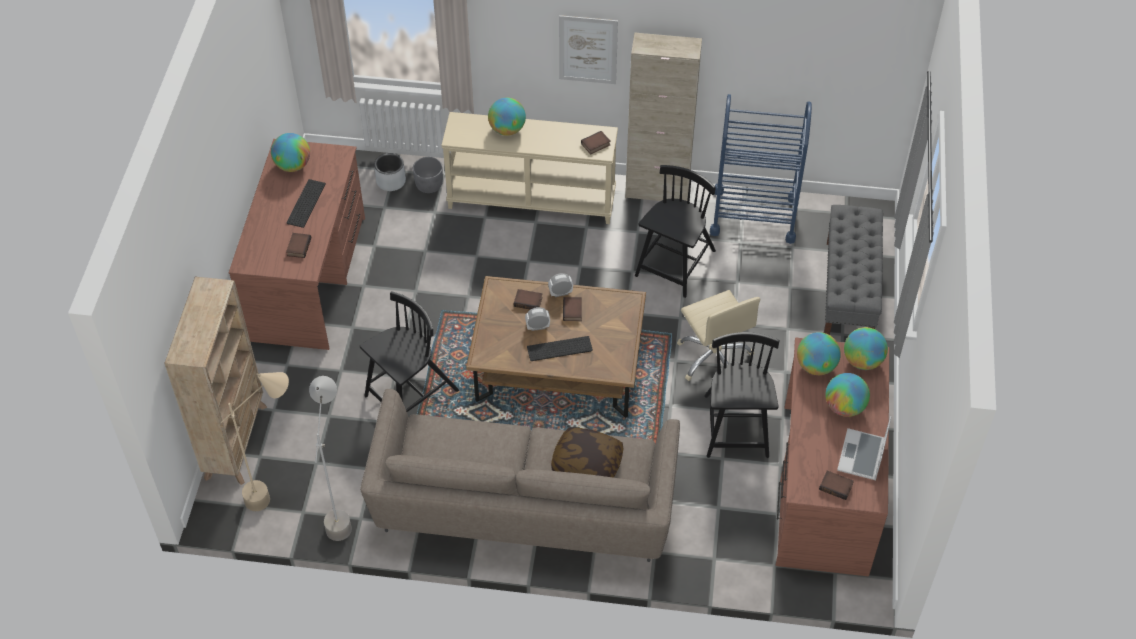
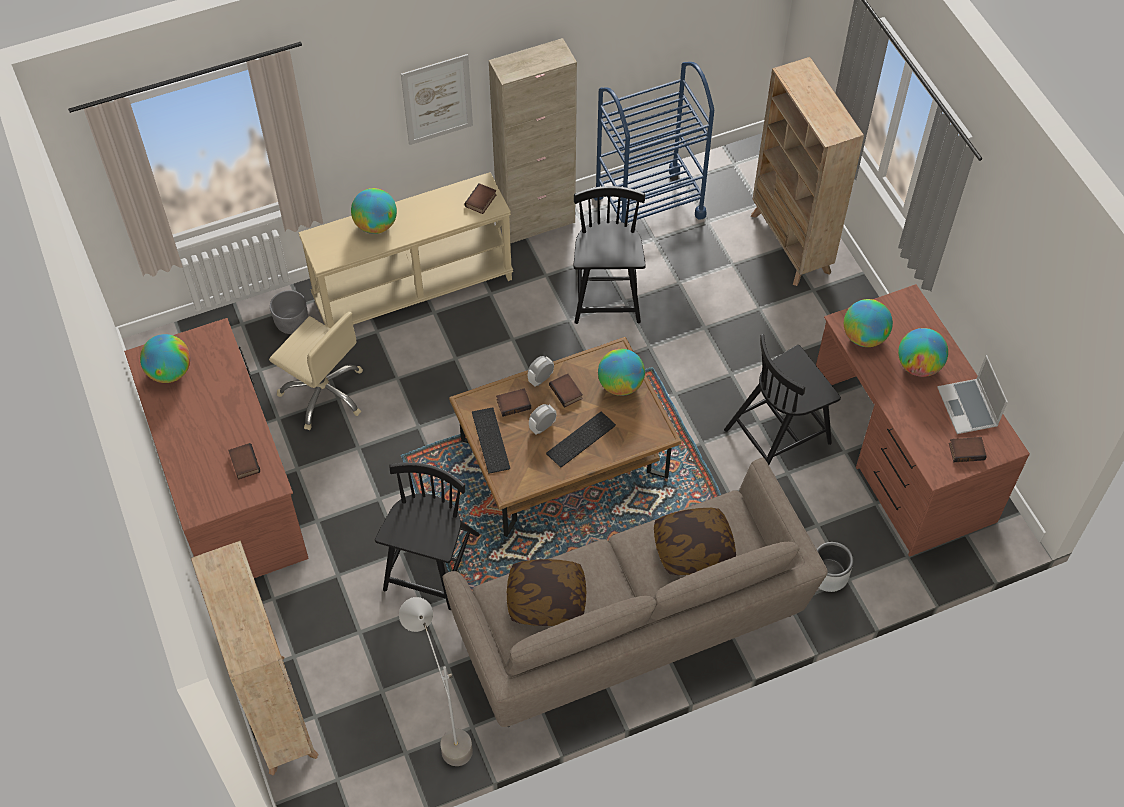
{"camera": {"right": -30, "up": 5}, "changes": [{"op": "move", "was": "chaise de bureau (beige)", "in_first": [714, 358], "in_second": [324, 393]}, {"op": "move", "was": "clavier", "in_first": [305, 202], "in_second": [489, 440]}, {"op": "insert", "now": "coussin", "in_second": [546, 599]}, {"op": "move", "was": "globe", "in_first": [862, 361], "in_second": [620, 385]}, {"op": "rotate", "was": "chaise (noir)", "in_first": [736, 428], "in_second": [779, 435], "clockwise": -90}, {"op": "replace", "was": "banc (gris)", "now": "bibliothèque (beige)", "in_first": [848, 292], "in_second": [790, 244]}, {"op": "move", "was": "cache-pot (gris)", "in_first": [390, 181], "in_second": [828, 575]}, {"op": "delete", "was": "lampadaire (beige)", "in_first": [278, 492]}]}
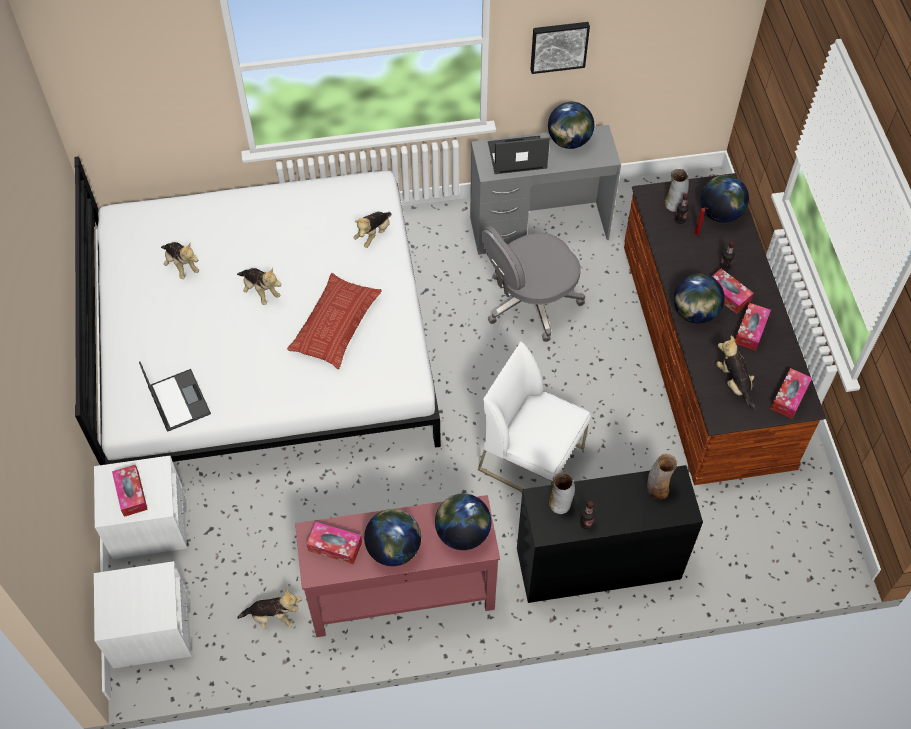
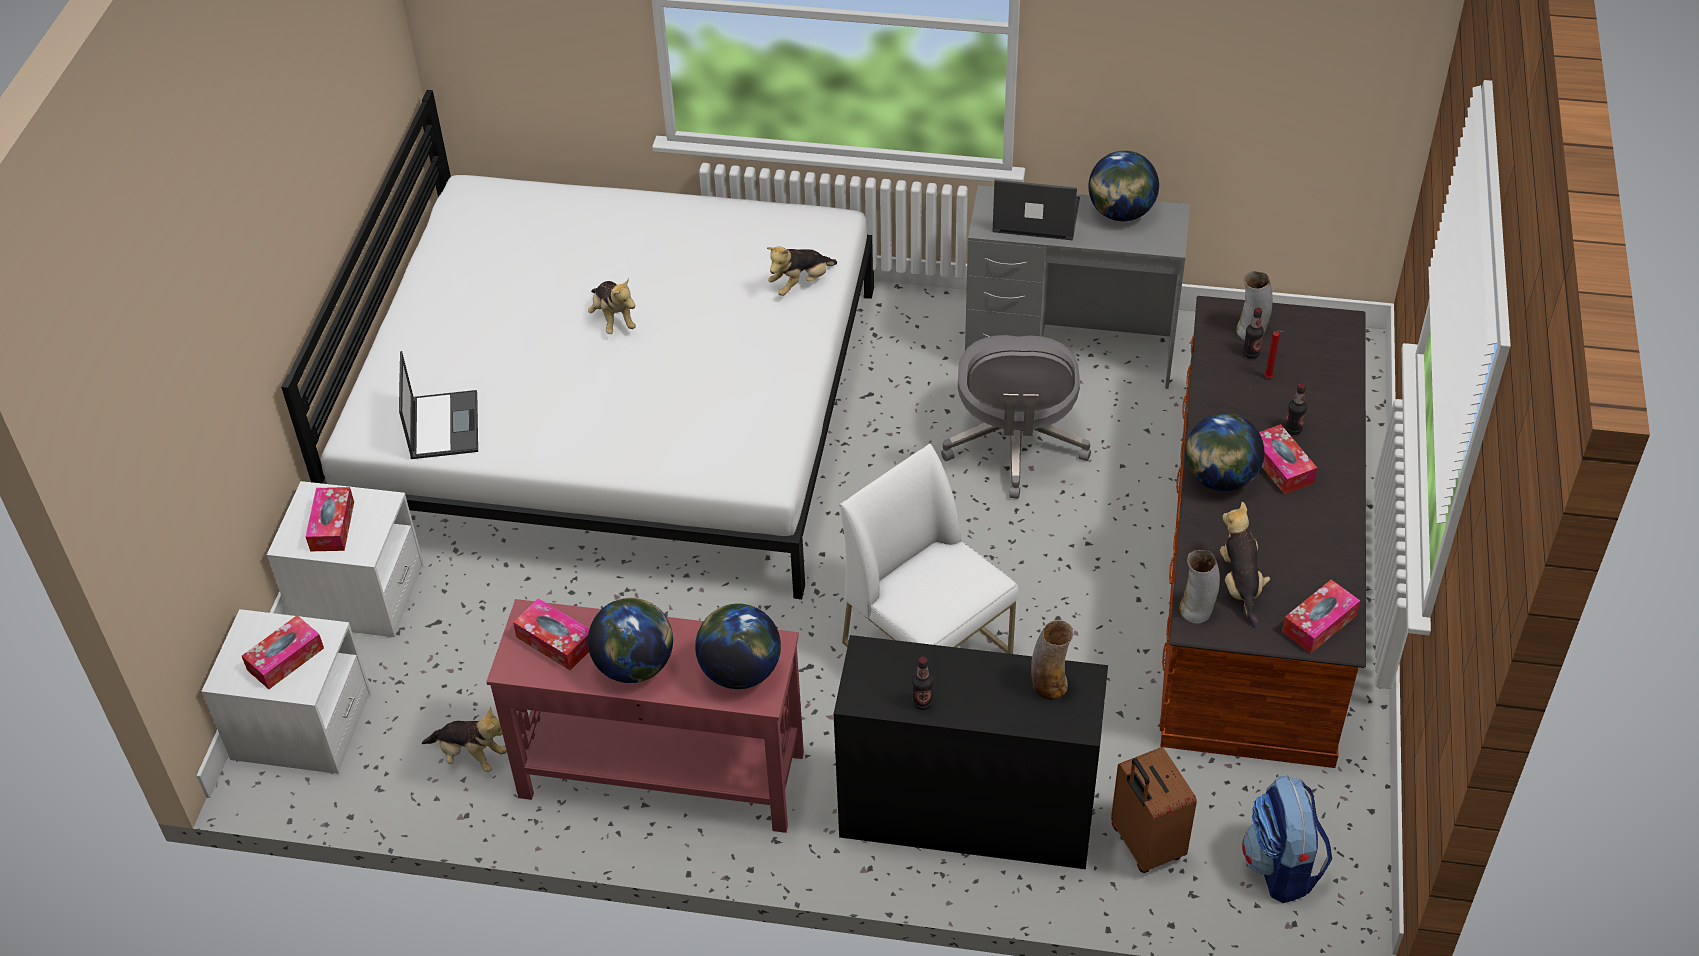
{"camera": {"right": 20, "up": -10}, "changes": [{"op": "move", "was": "boîte à mouchoirs", "in_first": [751, 330], "in_second": [285, 659]}, {"op": "rotate", "was": "chaise de bureau (gris)", "in_first": [530, 302], "in_second": [1015, 444], "clockwise": -75}, {"op": "insert", "now": "valise (marron)", "in_second": [1144, 844]}, {"op": "move", "was": "vase", "in_first": [560, 503], "in_second": [1196, 610]}, {"op": "insert", "now": "sac à dos", "in_second": [1281, 866]}, {"op": "delete", "was": "peluche", "in_first": [181, 265]}, {"op": "delete", "was": "coussin", "in_first": [335, 324]}, {"op": "delete", "was": "tableau", "in_first": [558, 45]}, {"op": "delete", "was": "globe", "in_first": [720, 213]}]}
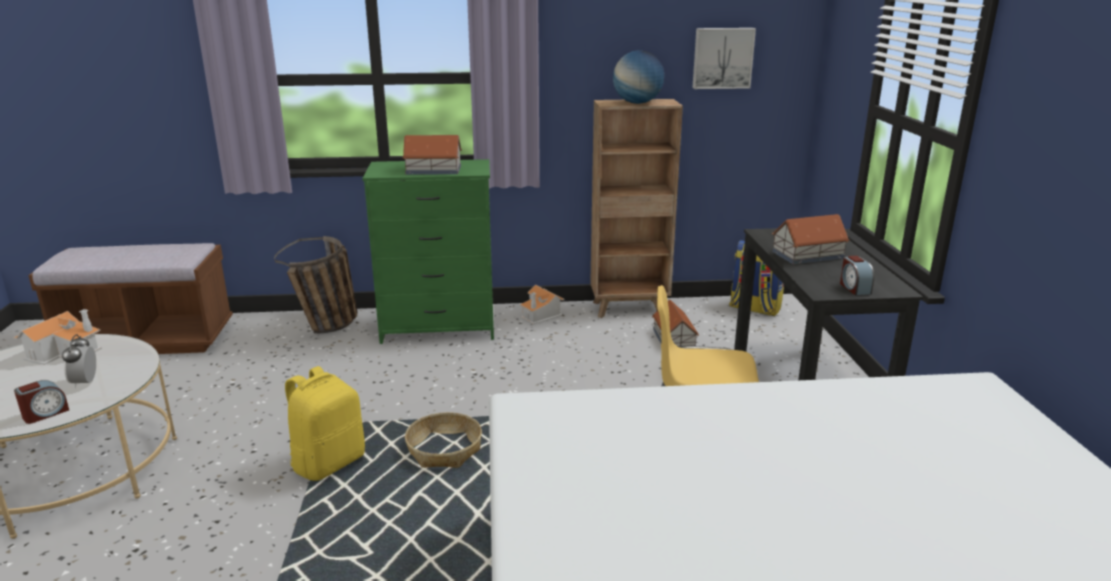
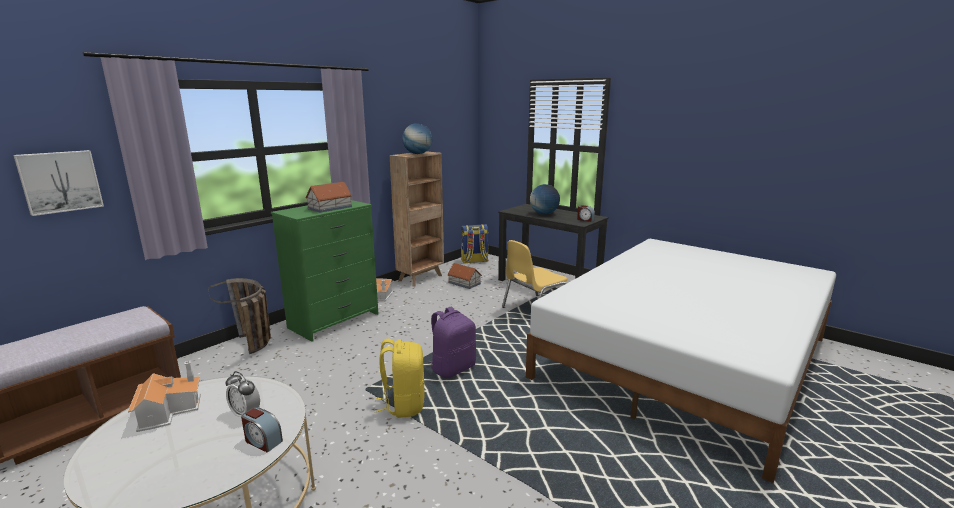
{"camera": {"right": -45, "up": -5}, "changes": [{"op": "move", "was": "tableau", "in_first": [722, 58], "in_second": [60, 181]}, {"op": "rotate", "was": "réveil", "in_first": [45, 414], "in_second": [263, 441], "clockwise": 120}, {"op": "replace", "was": "panier", "now": "sac à dos (violet)", "in_first": [444, 450], "in_second": [453, 368]}, {"op": "replace", "was": "maison miniature", "now": "globe", "in_first": [808, 254], "in_second": [544, 214]}]}
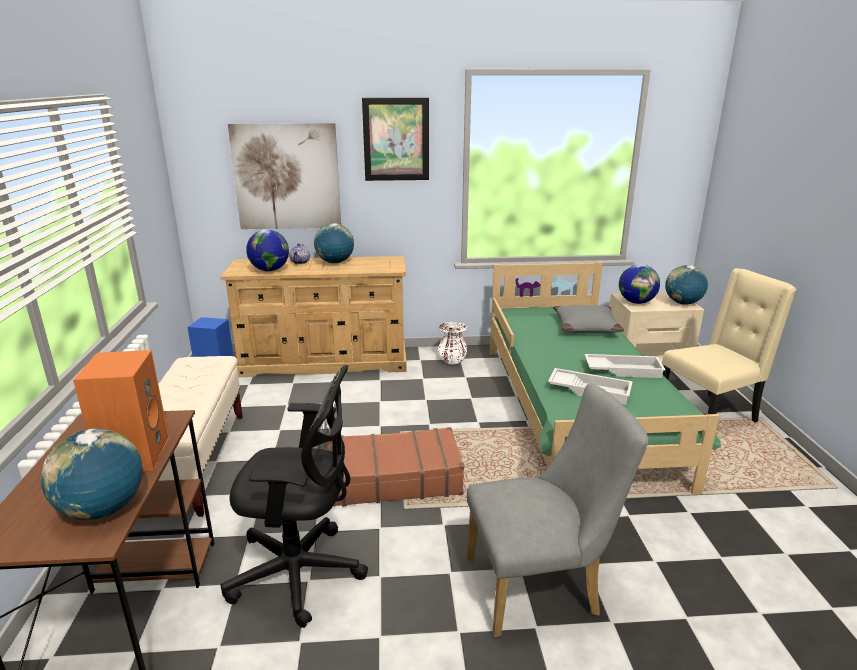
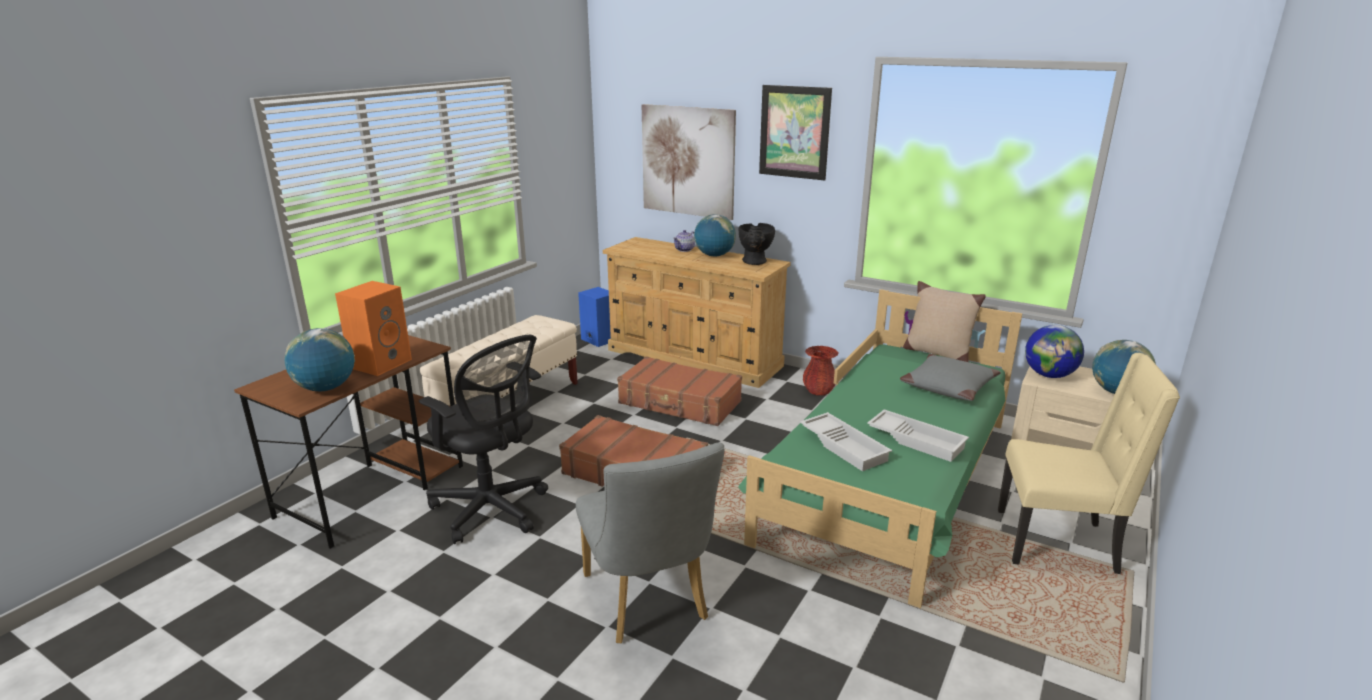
{"camera": {"right": 35, "up": 0}, "changes": [{"op": "rotate", "was": "chaise (gris)", "in_first": [541, 587], "in_second": [648, 603], "clockwise": 45}, {"op": "insert", "now": "valise (marron)", "in_second": [679, 403]}, {"op": "insert", "now": "vase (noir)", "in_second": [755, 262]}, {"op": "recolor", "was": "vase (blanc)", "now": "vase (rouge)", "in_first": [452, 361], "in_second": [818, 391]}, {"op": "insert", "now": "coussin (beige)", "in_second": [937, 353]}, {"op": "delete", "was": "globe", "in_first": [269, 270]}]}
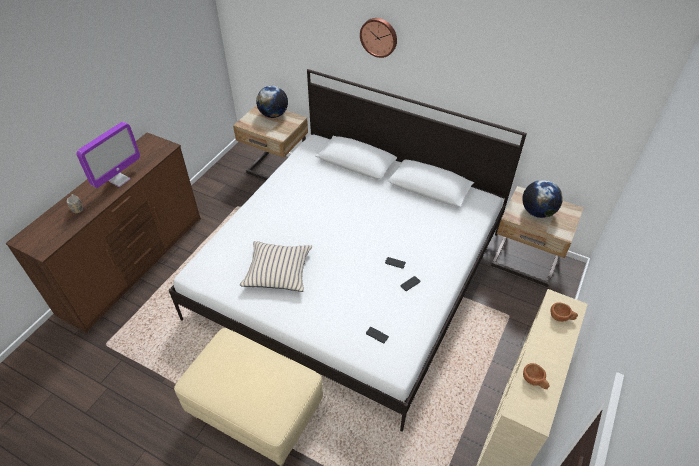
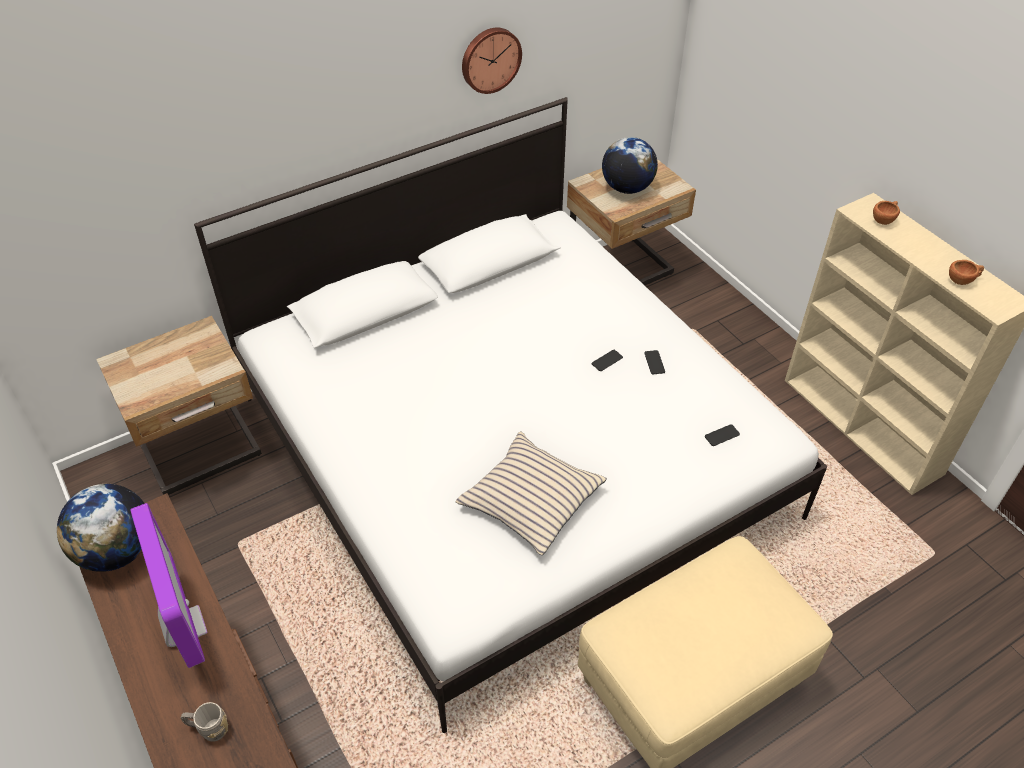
{"camera": {"right": -60, "up": 0}, "changes": [{"op": "move", "was": "globe", "in_first": [273, 115], "in_second": [117, 551]}, {"op": "move", "was": "horloge murale", "in_first": [379, 37], "in_second": [490, 59]}]}
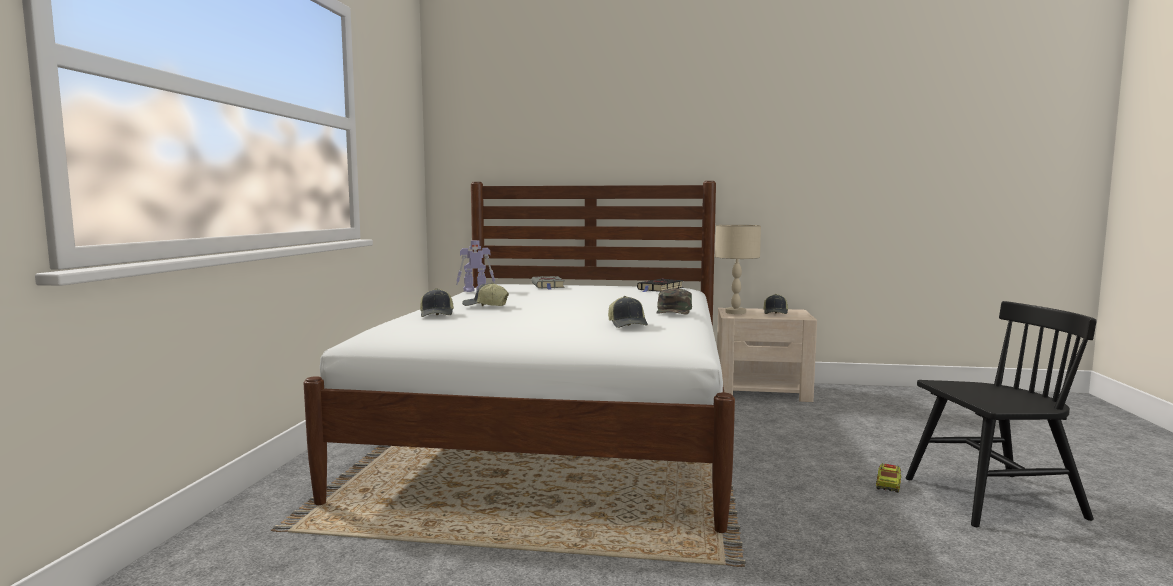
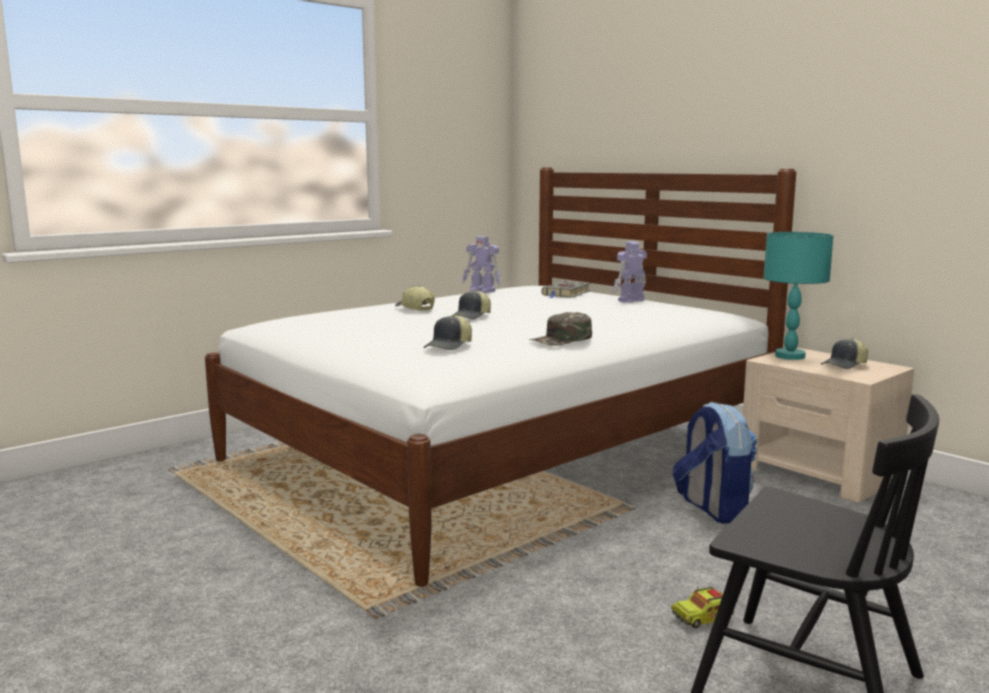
{"camera": {"right": 40, "up": 5}, "changes": [{"op": "move", "was": "casquette", "in_first": [437, 314], "in_second": [471, 317]}, {"op": "insert", "now": "robot jouet", "in_second": [630, 300]}, {"op": "insert", "now": "sac à dos", "in_second": [712, 509]}, {"op": "recolor", "was": "lampe de table (beige)", "now": "lampe de table (turquoise)", "in_first": [735, 312], "in_second": [789, 356]}, {"op": "delete", "was": "livre (noir)", "in_first": [660, 289]}]}
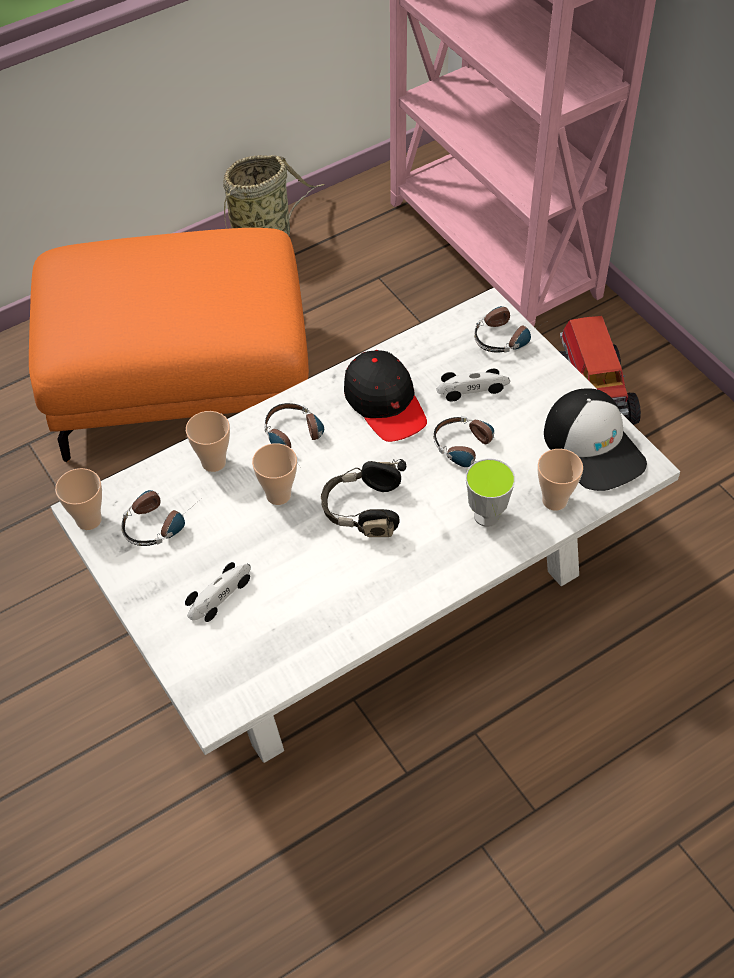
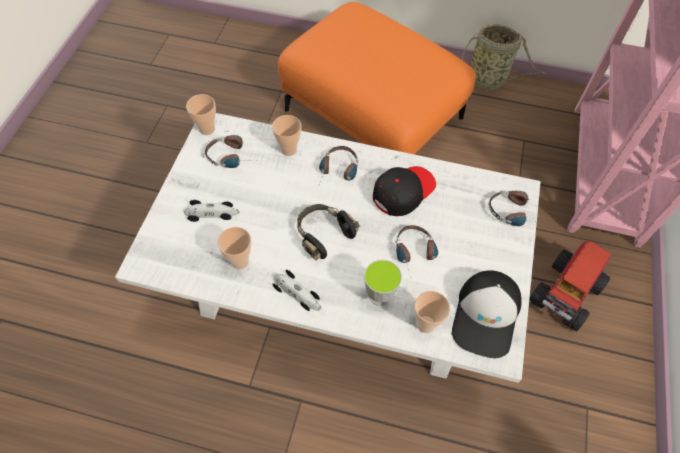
{"camera": {"right": 45, "up": 5}, "changes": [{"op": "move", "was": "tasse", "in_first": [278, 495], "in_second": [239, 261]}, {"op": "move", "was": "petite voiture", "in_first": [473, 388], "in_second": [297, 293]}, {"op": "rotate", "was": "casquette (noir)", "in_first": [385, 403], "in_second": [403, 192], "clockwise": -150}]}
